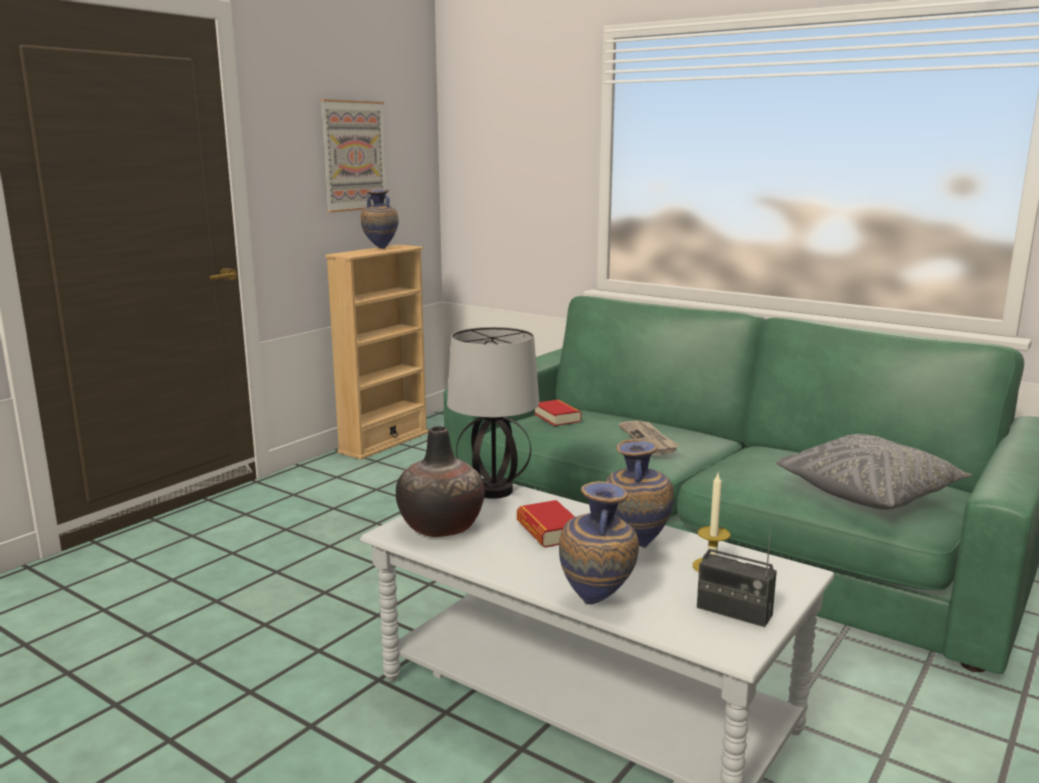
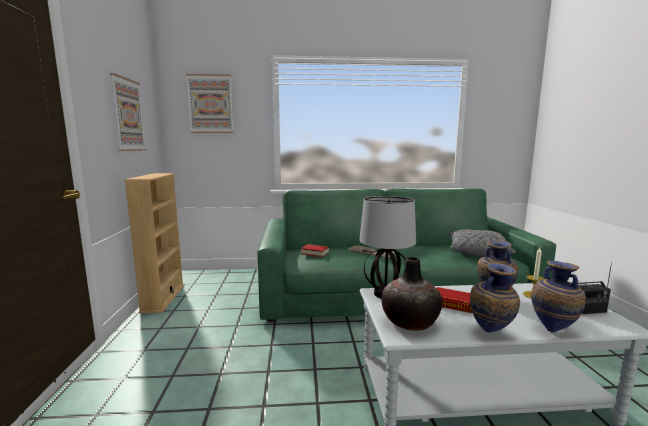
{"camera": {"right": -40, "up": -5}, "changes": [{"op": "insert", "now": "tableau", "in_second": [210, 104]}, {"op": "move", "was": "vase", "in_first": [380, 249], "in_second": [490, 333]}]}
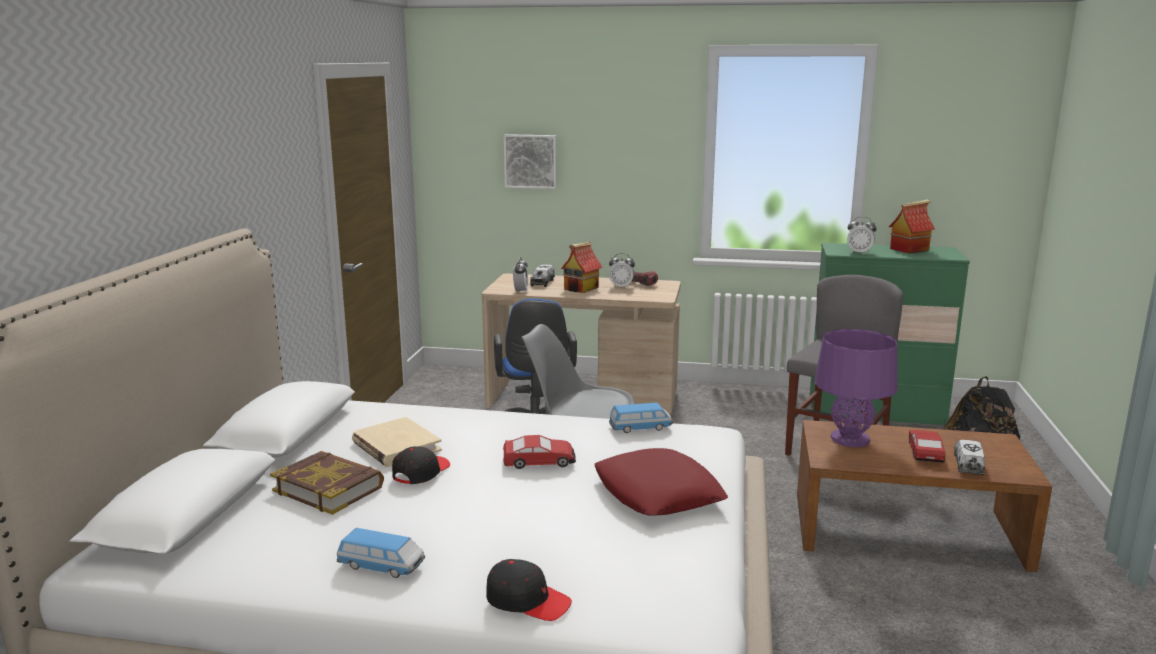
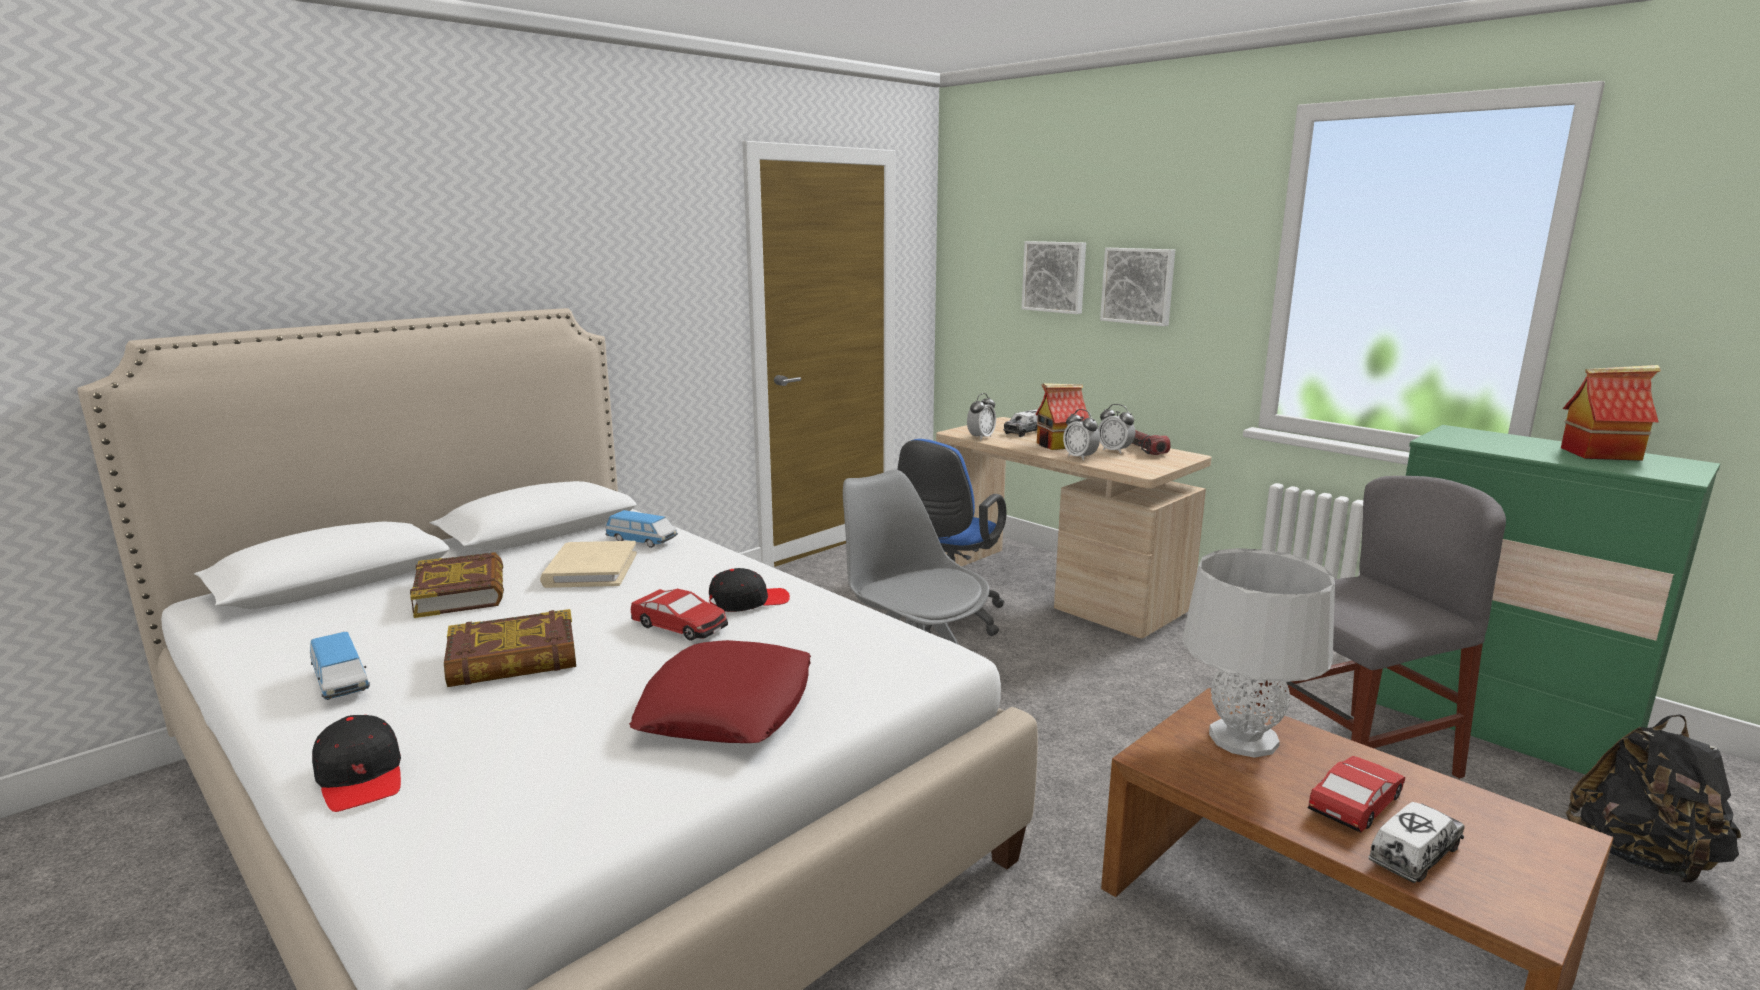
{"camera": {"right": 35, "up": 0}, "changes": [{"op": "insert", "now": "livre", "in_second": [513, 659]}, {"op": "move", "was": "petite voiture", "in_first": [640, 428], "in_second": [642, 541]}, {"op": "move", "was": "casquette (noir)", "in_first": [421, 472], "in_second": [748, 602]}, {"op": "move", "was": "réveil", "in_first": [859, 253], "in_second": [1080, 457]}, {"op": "insert", "now": "tableau", "in_second": [1138, 286]}, {"op": "recolor", "was": "lampe de table (violet)", "now": "lampe de table (gris)", "in_first": [850, 439], "in_second": [1243, 739]}]}
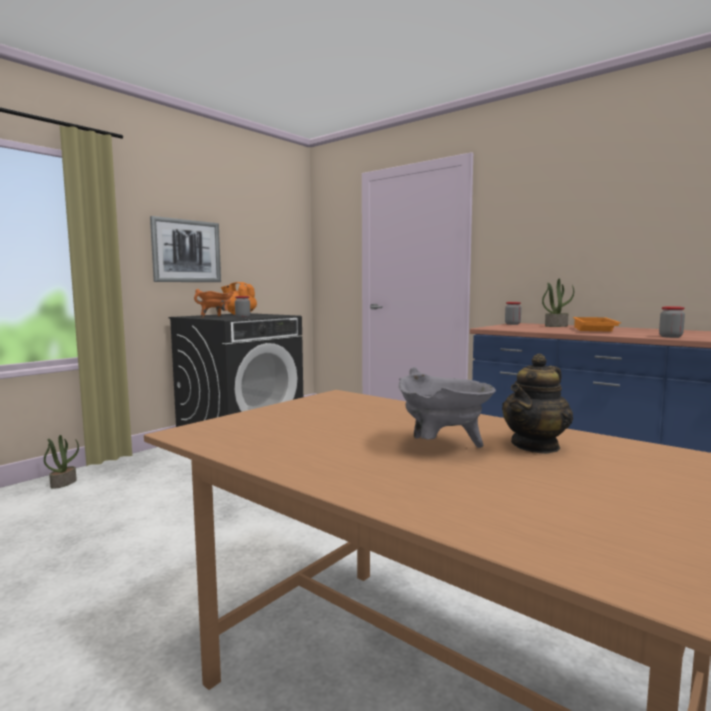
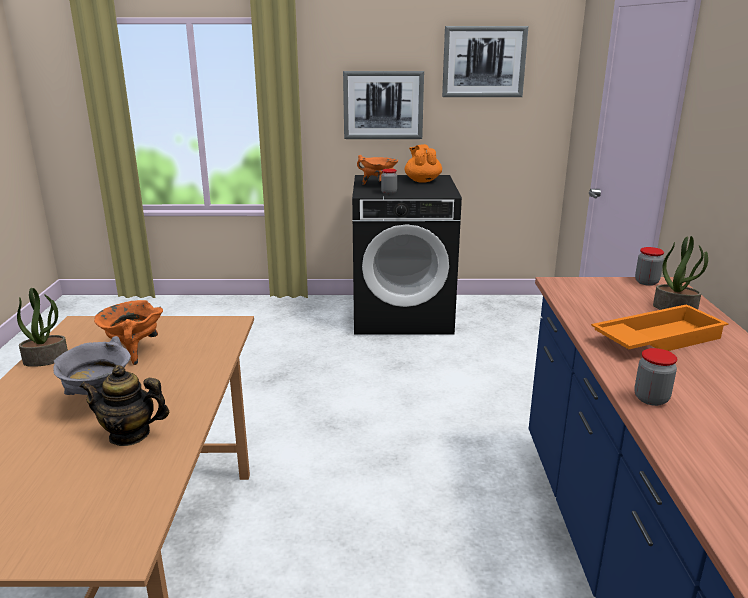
{"camera": {"right": 50, "up": 15}, "changes": [{"op": "move", "was": "plante en pot", "in_first": [63, 483], "in_second": [46, 359]}, {"op": "insert", "now": "marmite (orange)", "in_second": [134, 352]}, {"op": "insert", "now": "tableau", "in_second": [484, 62]}]}
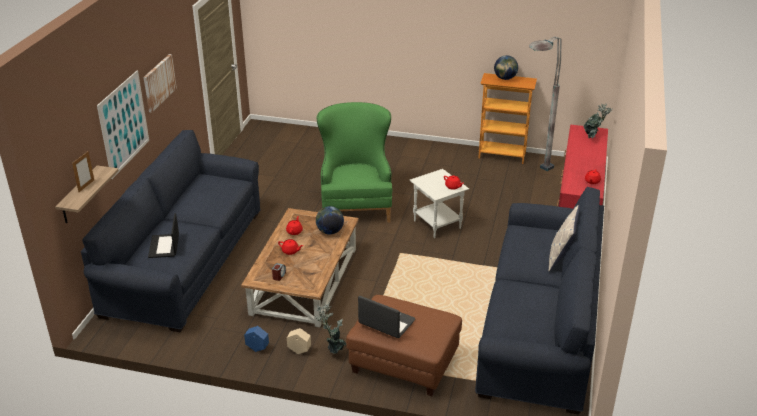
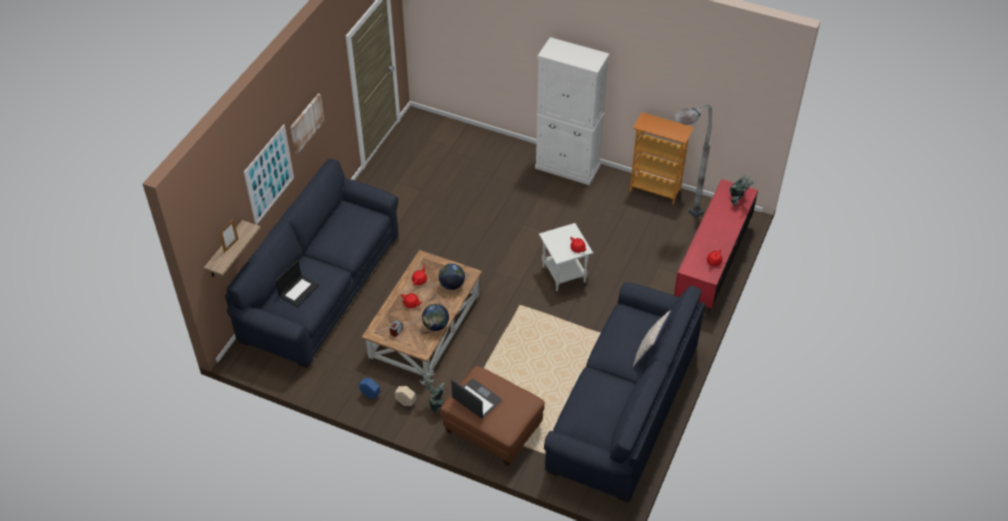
{"camera": {"right": 10, "up": 15}, "changes": [{"op": "rotate", "was": "ordinateur portable", "in_first": [164, 246], "in_second": [298, 290], "clockwise": -150}, {"op": "move", "was": "globe", "in_first": [505, 78], "in_second": [435, 326]}, {"op": "insert", "now": "meuble de rangement (blanc)", "in_second": [567, 167]}, {"op": "delete", "was": "fauteuil (vert)", "in_first": [356, 206]}]}
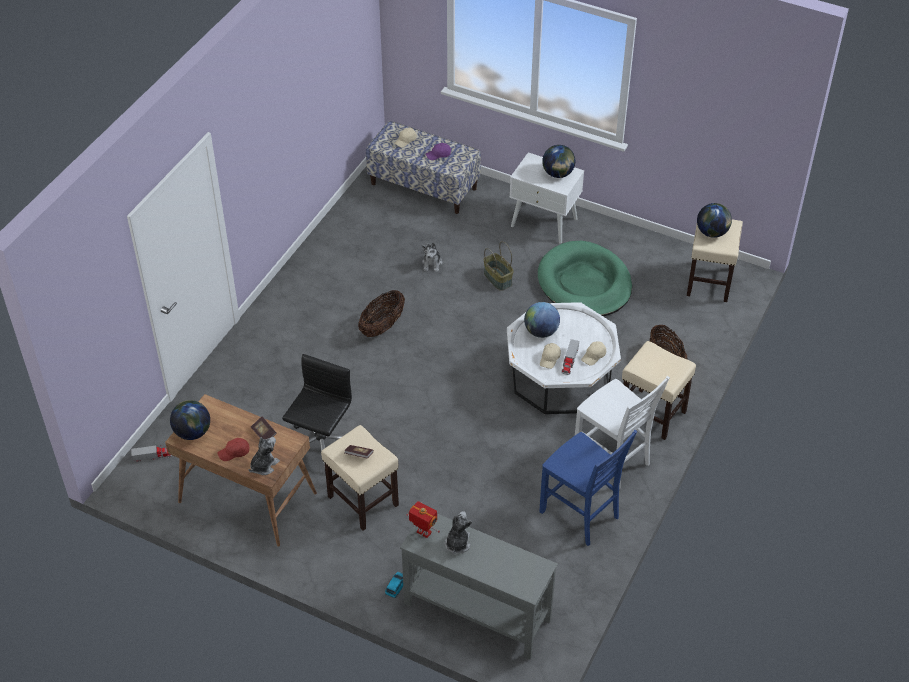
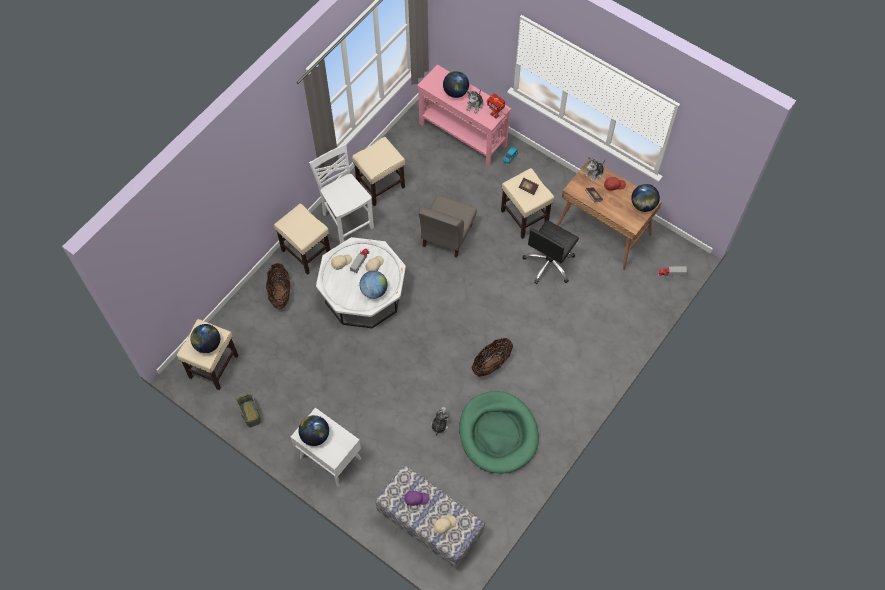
{"camera": {"right": -170, "up": 15}, "changes": [{"op": "move", "was": "panier", "in_first": [498, 279], "in_second": [250, 413]}, {"op": "replace", "was": "chaise (bleu)", "now": "tabouret (beige)", "in_first": [581, 515], "in_second": [381, 185]}, {"op": "recolor", "was": "table console (gris)", "now": "table console (rose)", "in_first": [476, 611], "in_second": [463, 135]}, {"op": "insert", "now": "chaise (gris)", "in_second": [447, 235]}, {"op": "insert", "now": "globe", "in_second": [455, 92]}, {"op": "move", "was": "panier pour chien (vert)", "in_first": [584, 283], "in_second": [498, 433]}]}
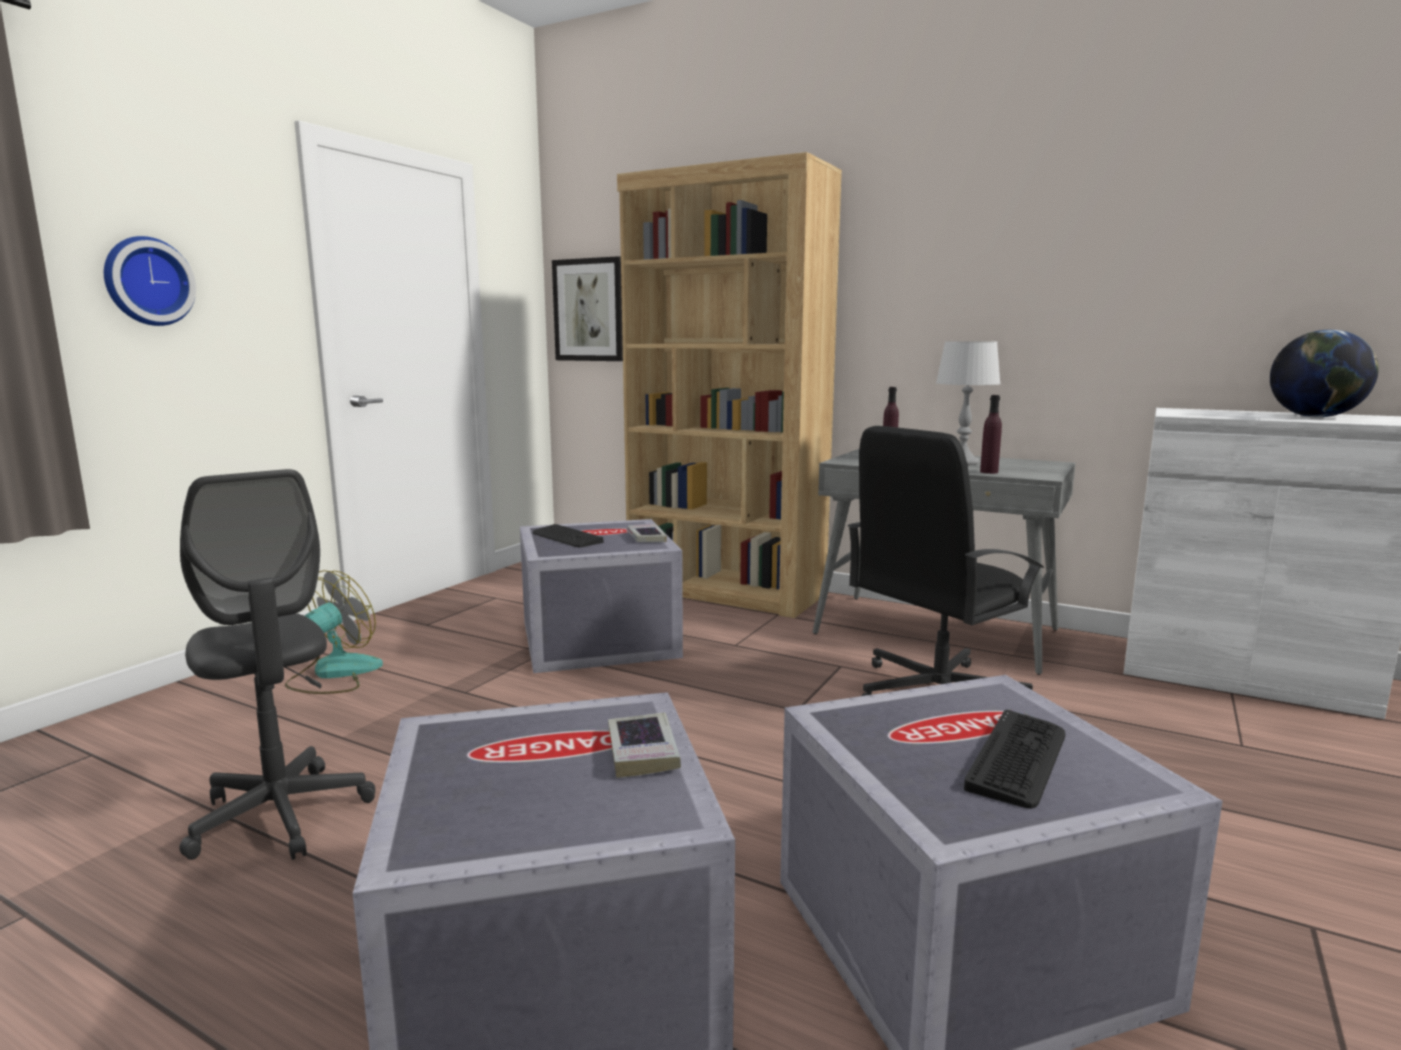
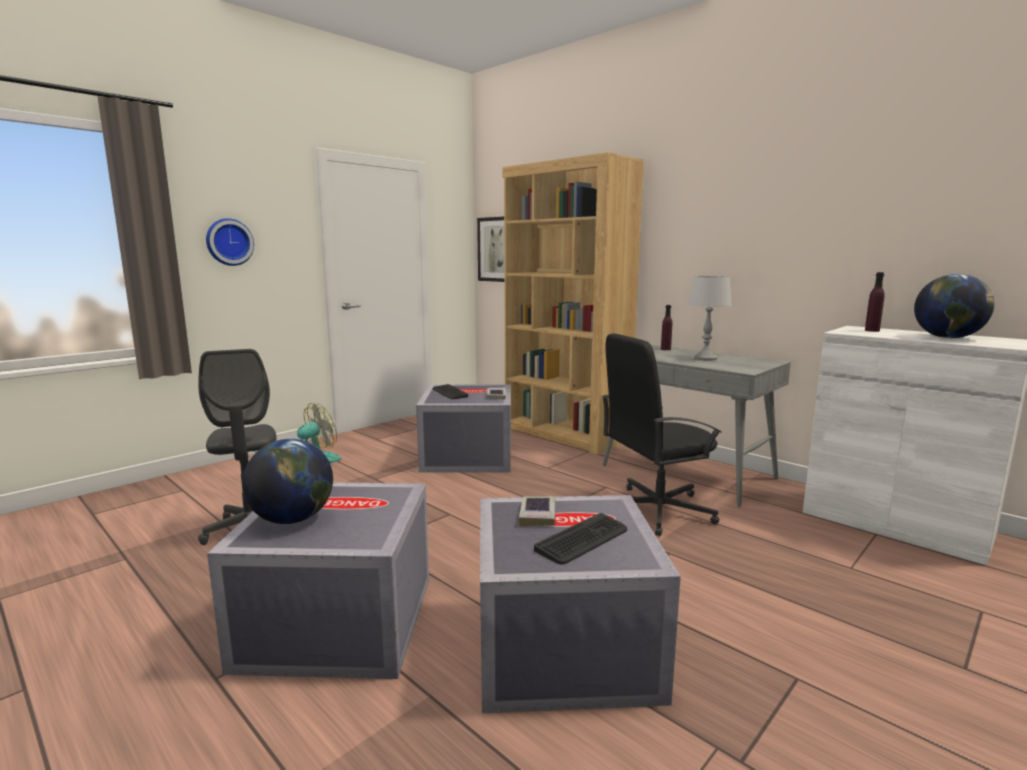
{"camera": {"right": 15, "up": 0}, "changes": [{"op": "insert", "now": "globe", "in_second": [292, 519]}, {"op": "move", "was": "livre", "in_first": [642, 751], "in_second": [538, 515]}, {"op": "move", "was": "bouteille (violet)", "in_first": [989, 472], "in_second": [872, 330]}]}
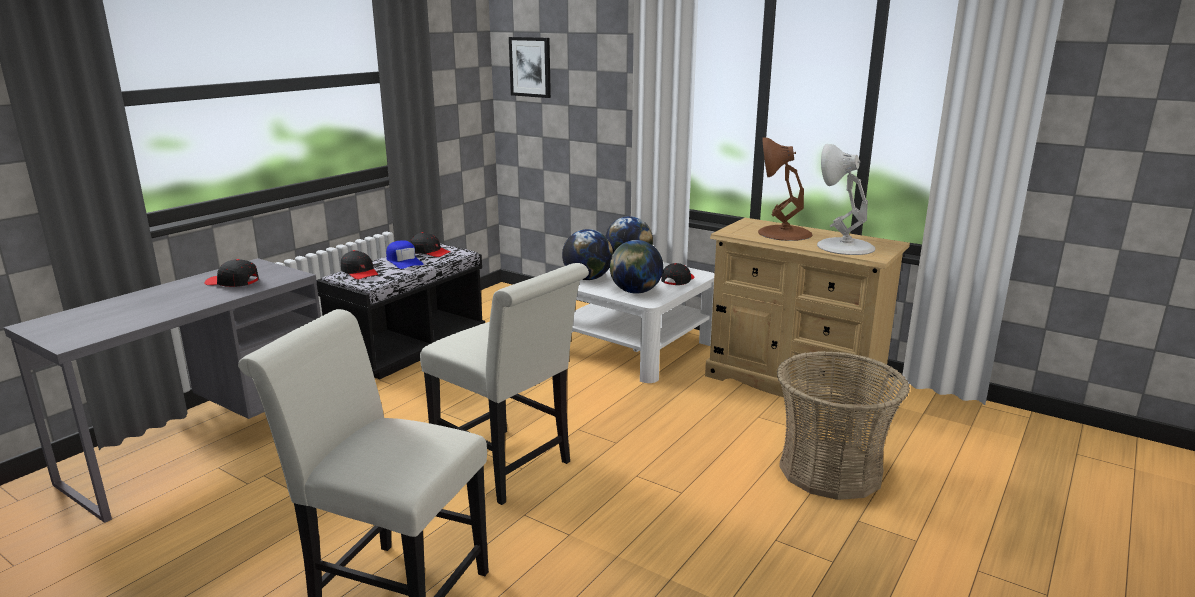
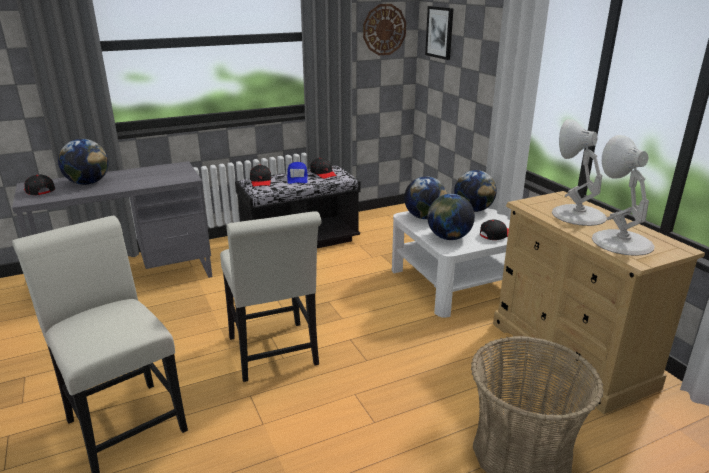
{"camera": {"right": 30, "up": 5}, "changes": [{"op": "move", "was": "casquette (noir)", "in_first": [232, 282], "in_second": [39, 190]}, {"op": "insert", "now": "globe", "in_second": [88, 183]}, {"op": "insert", "now": "horloge murale", "in_second": [384, 29]}, {"op": "recolor", "was": "lampe de table (marron)", "now": "lampe de table (blanc)", "in_first": [783, 233], "in_second": [577, 214]}]}
